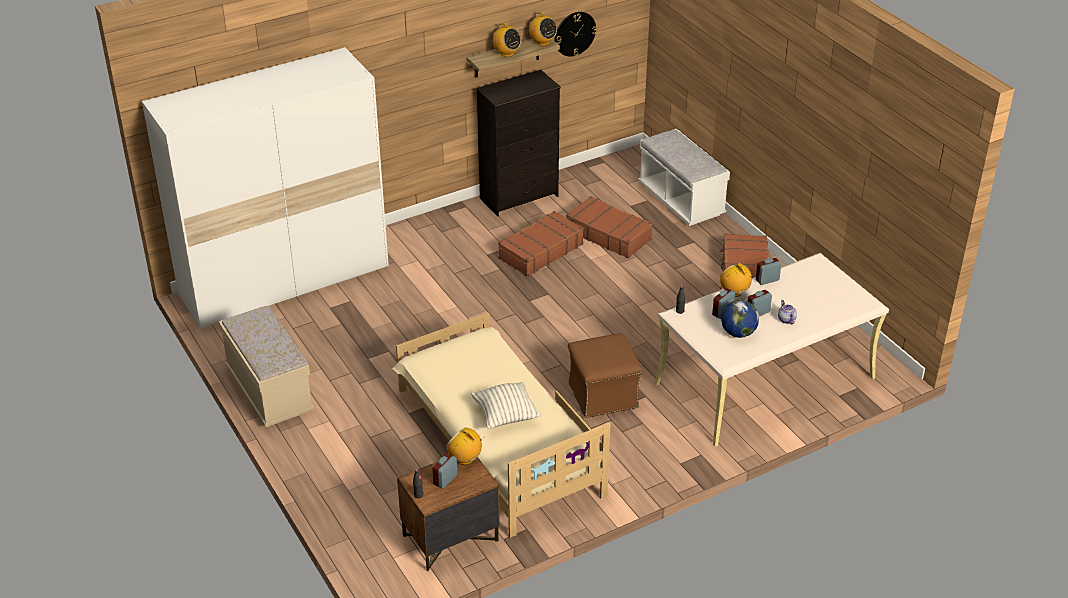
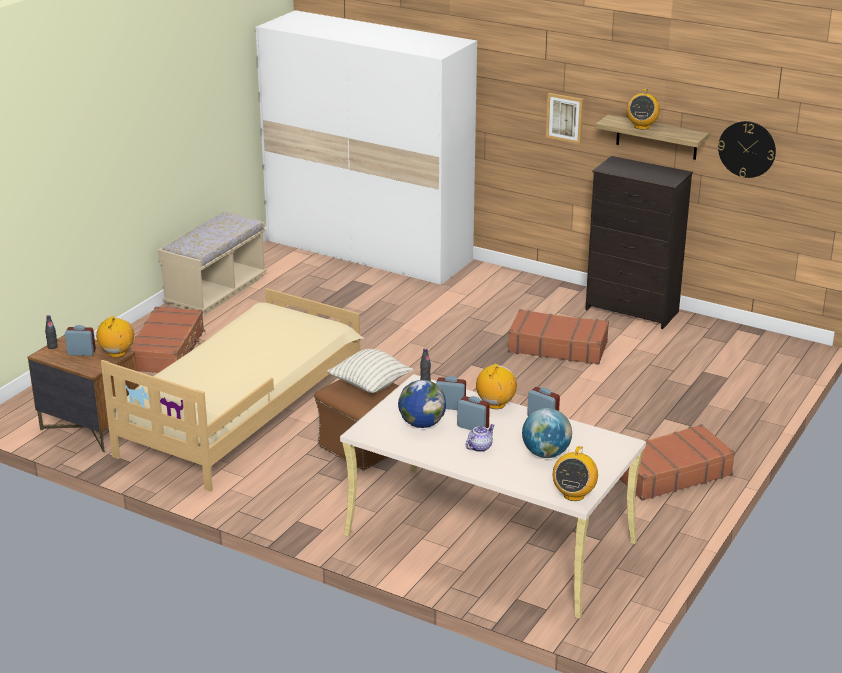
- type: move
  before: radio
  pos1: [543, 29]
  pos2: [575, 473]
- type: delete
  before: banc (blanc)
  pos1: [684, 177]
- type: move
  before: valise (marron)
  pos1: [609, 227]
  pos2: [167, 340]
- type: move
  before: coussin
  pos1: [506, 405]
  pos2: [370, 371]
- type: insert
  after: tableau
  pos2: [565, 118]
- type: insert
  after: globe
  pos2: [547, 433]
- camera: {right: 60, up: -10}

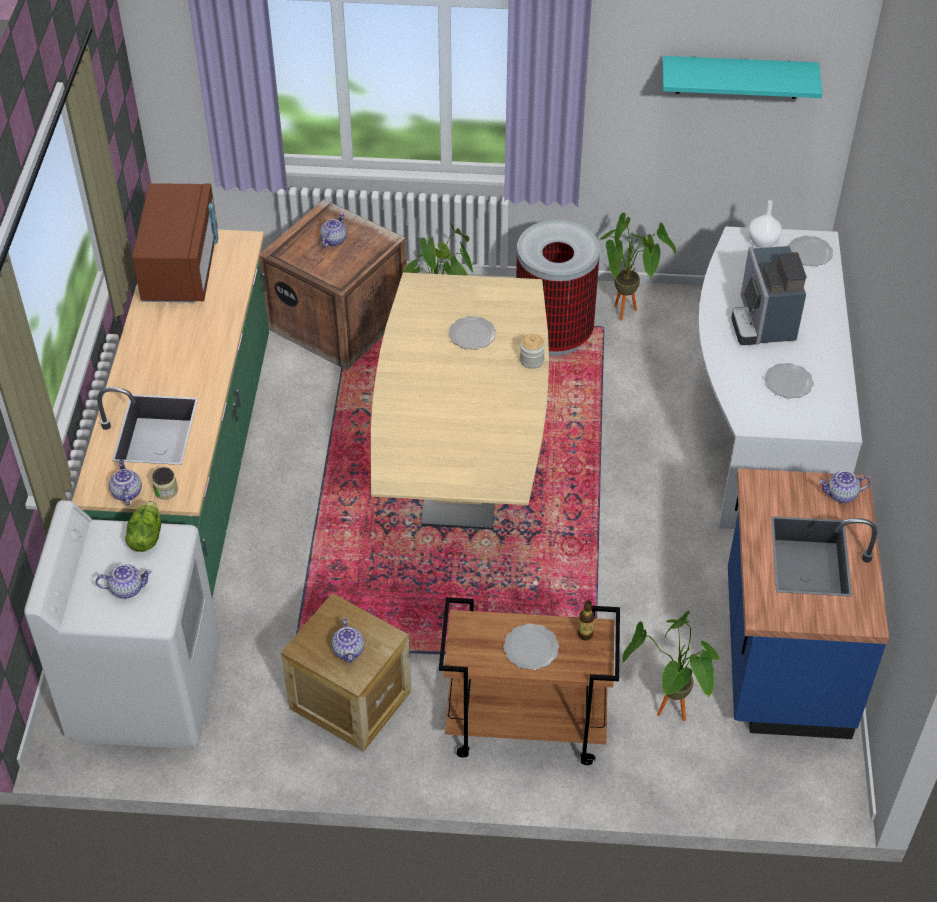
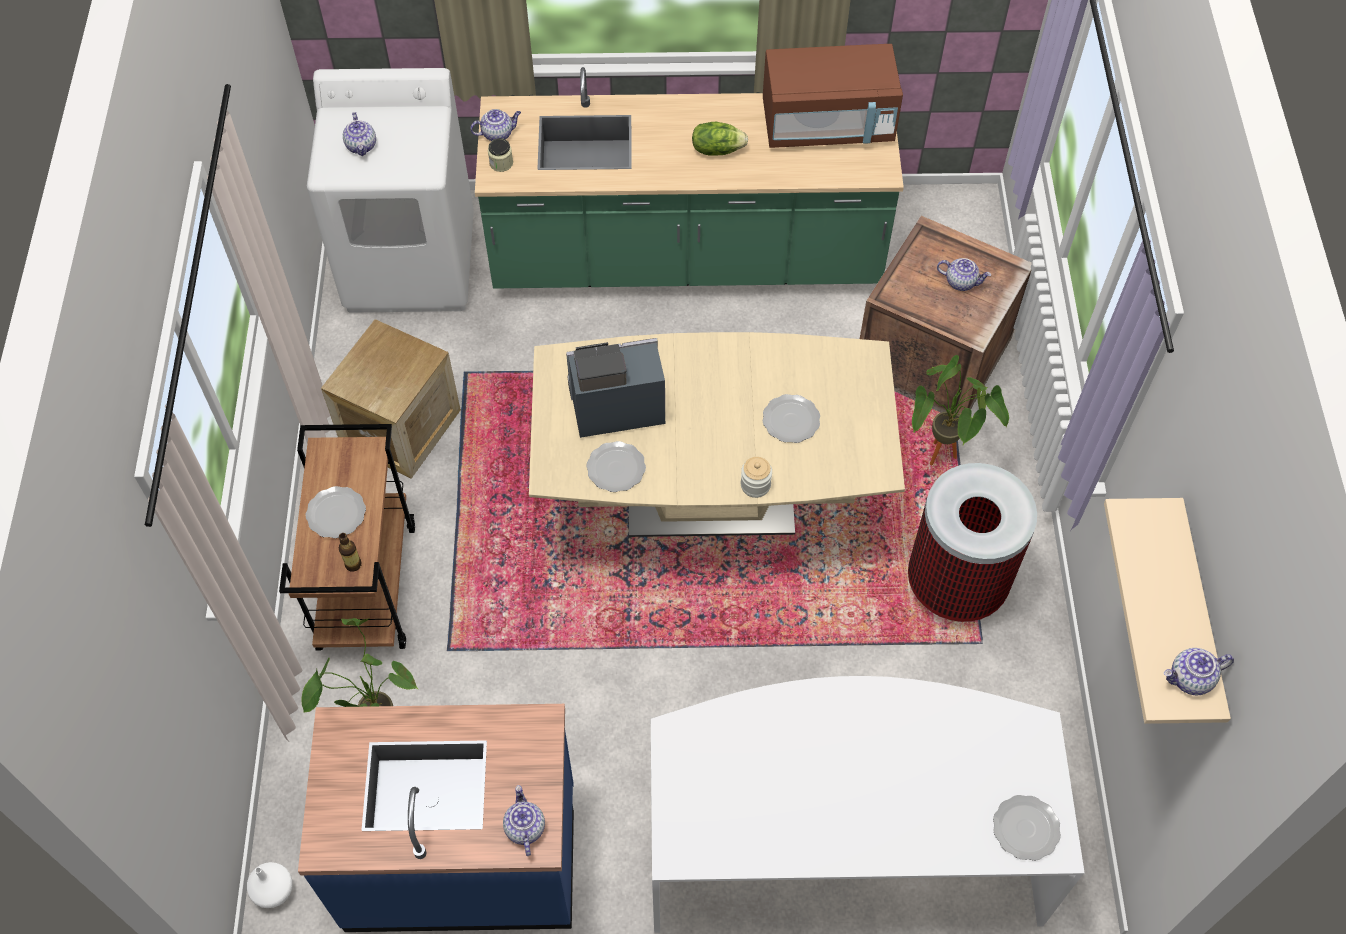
- type: recolor
  before: étagère (turquoise)
  after: étagère (beige)
  pos1: [743, 77]
  pos2: [1167, 611]
- type: move
  before: vase (blanc)
  pos1: [765, 224]
  pos2: [270, 885]
- type: delete
  before: plante en pot
  pos1: [638, 266]
- type: move
  before: machine à café
  pos1: [769, 295]
  pos2: [615, 388]
- type: move
  before: assiette
  pos1: [789, 380]
  pos2: [616, 466]
- type: move
  before: laitue
  pos1: [143, 526]
  pos2: [720, 139]
- type: move
  before: théière
  pos1: [348, 640]
  pos2: [1199, 671]
- camera: {right: 85, up: 10}

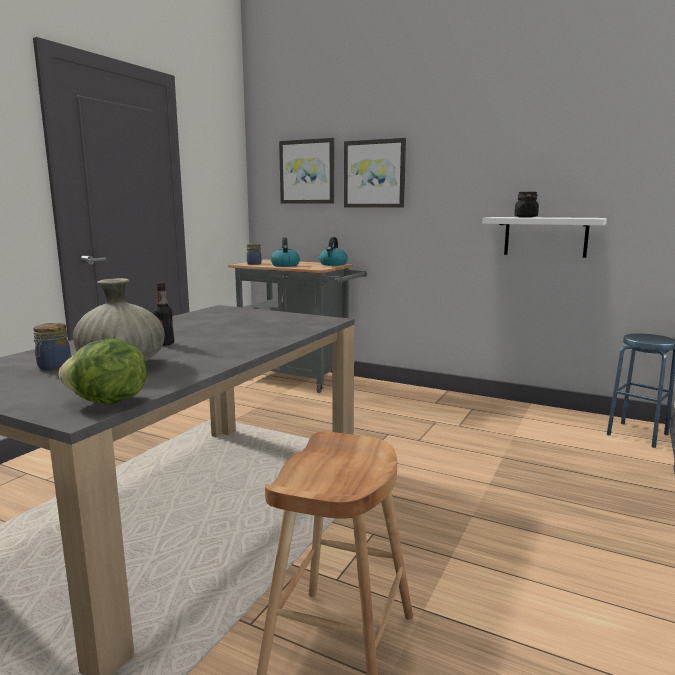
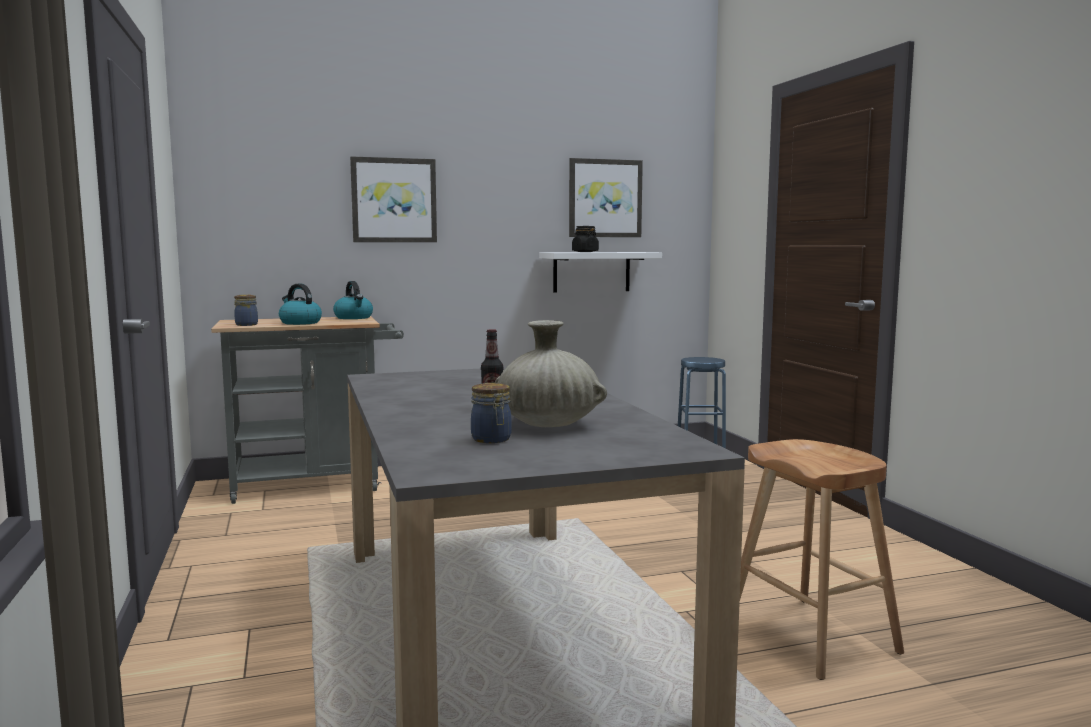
- type: move
  before: tableau
  pos1: [306, 171]
  pos2: [606, 197]
- type: delete
  before: laitue
  pos1: [103, 372]
- camera: {right: -45, up: -5}

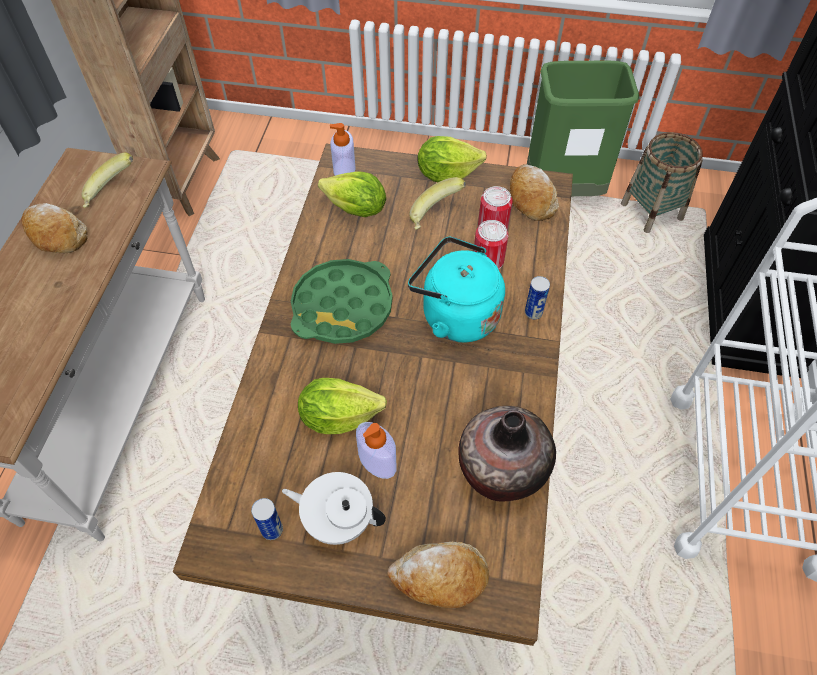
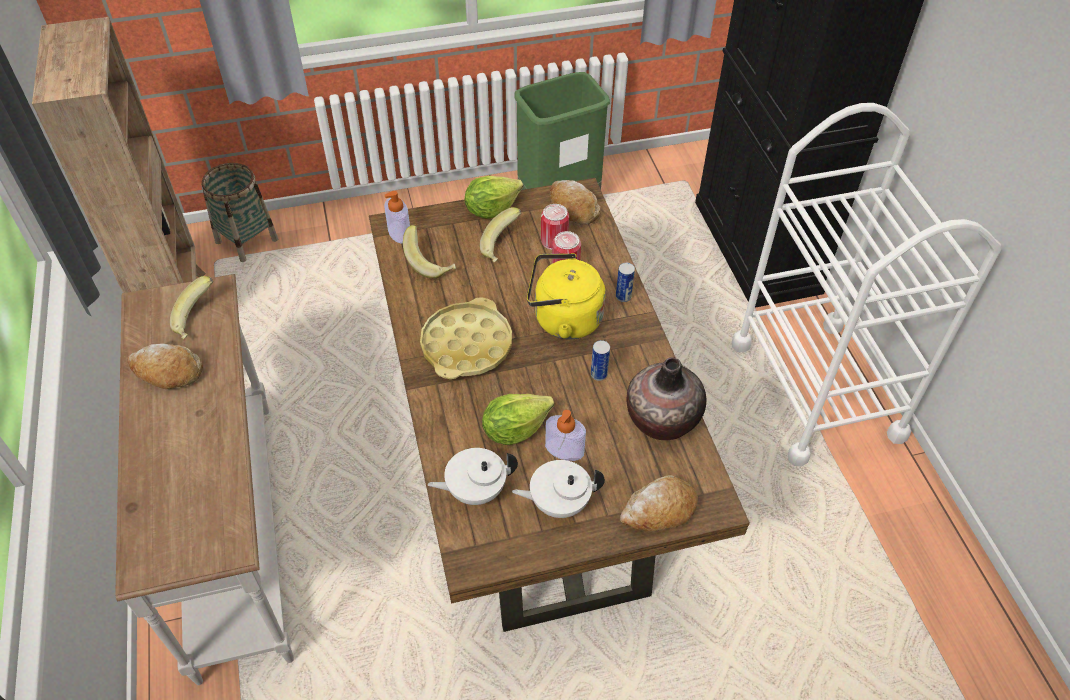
- type: move
  before: panier
  pos1: [662, 182]
  pos2: [239, 212]
- type: replace
  before: laitue
  after: banane
  pos1: [352, 194]
  pos2: [429, 252]
- type: recolor
  before: bouilloire (turquoise)
  after: bouilloire (jaune)
  pos1: [456, 289]
  pos2: [566, 296]
- type: recolor
  before: plateau (vert)
  after: plateau (jaune)
  pos1: [341, 301]
  pos2: [466, 338]
- type: move
  before: boîte métallique
  pos1: [267, 519]
  pos2: [600, 360]
- type: insert
  after: théière (blanc)
  pos2: [472, 476]
- camera: {right: -25, up: -5}

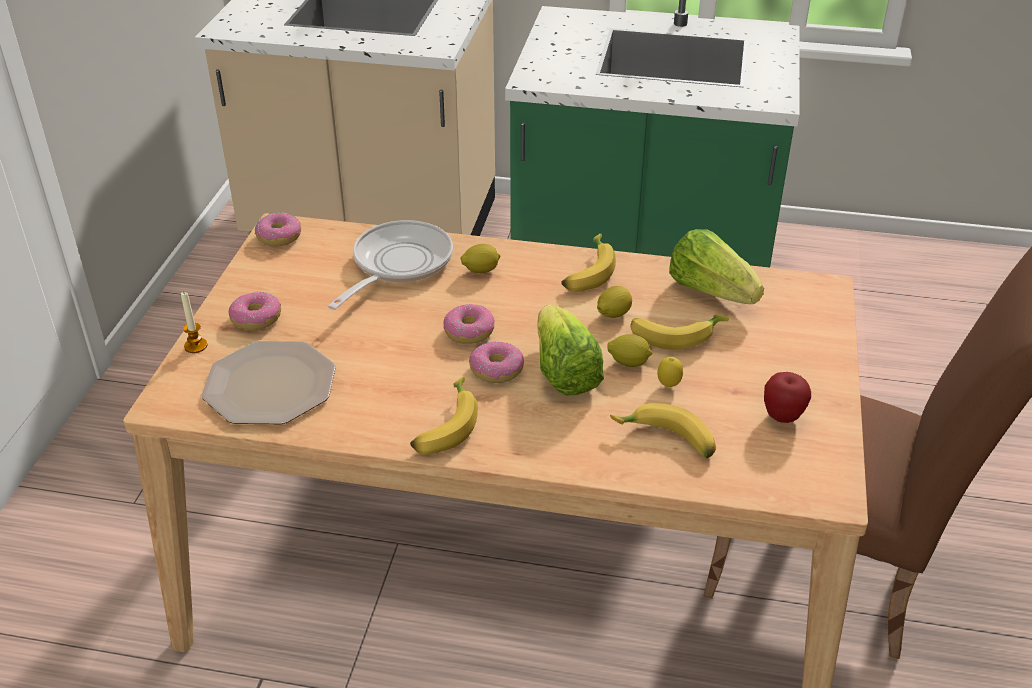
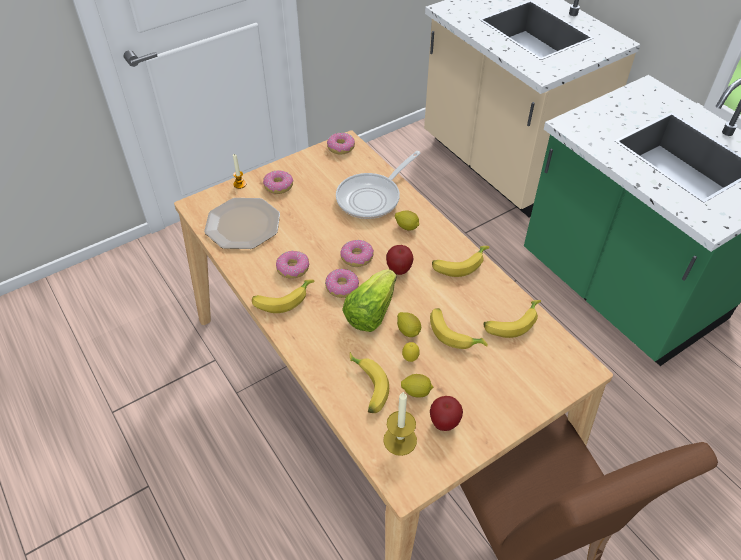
- type: rotate
  before: poêle
  pos1: [390, 265]
  pos2: [378, 185]
  turn: 150
- type: replace
  before: laitue
  after: banane
  pos1: [716, 266]
  pos2: [512, 319]
- type: move
  before: citron
  pos1: [614, 302]
  pos2: [417, 386]
- type: insert
  after: pomme
  pos2: [399, 260]
- type: insert
  after: beignet
  pos2: [293, 265]
- type: insert
  after: bougie
  pos2: [400, 423]
- camera: {right: 45, up: 10}

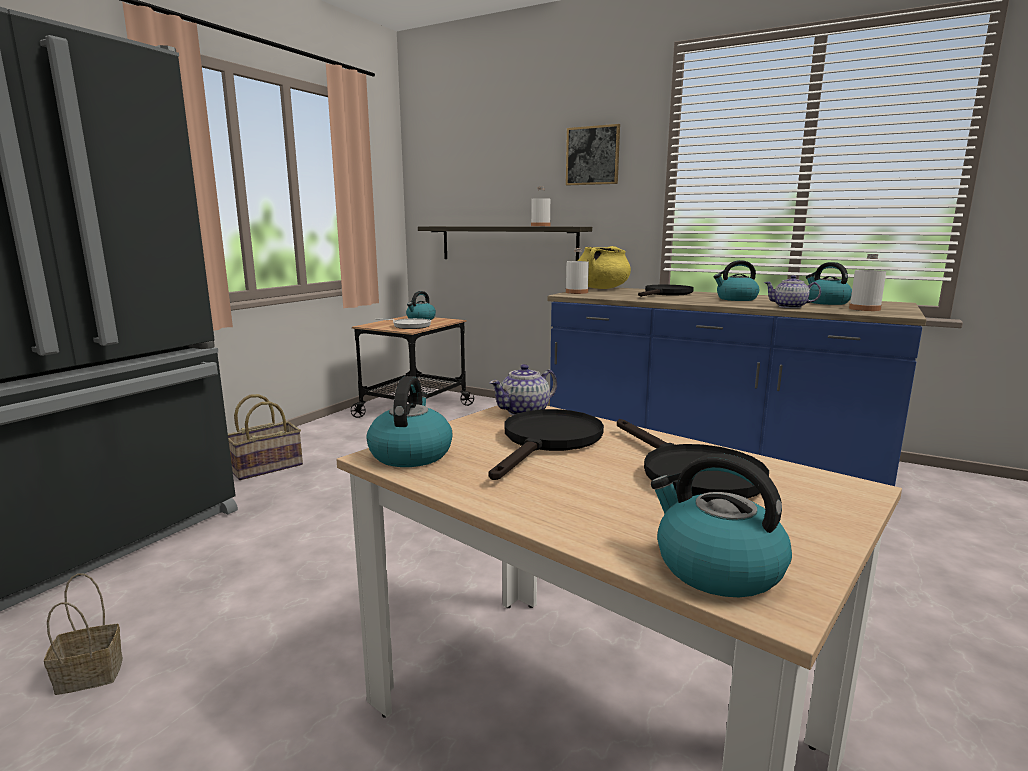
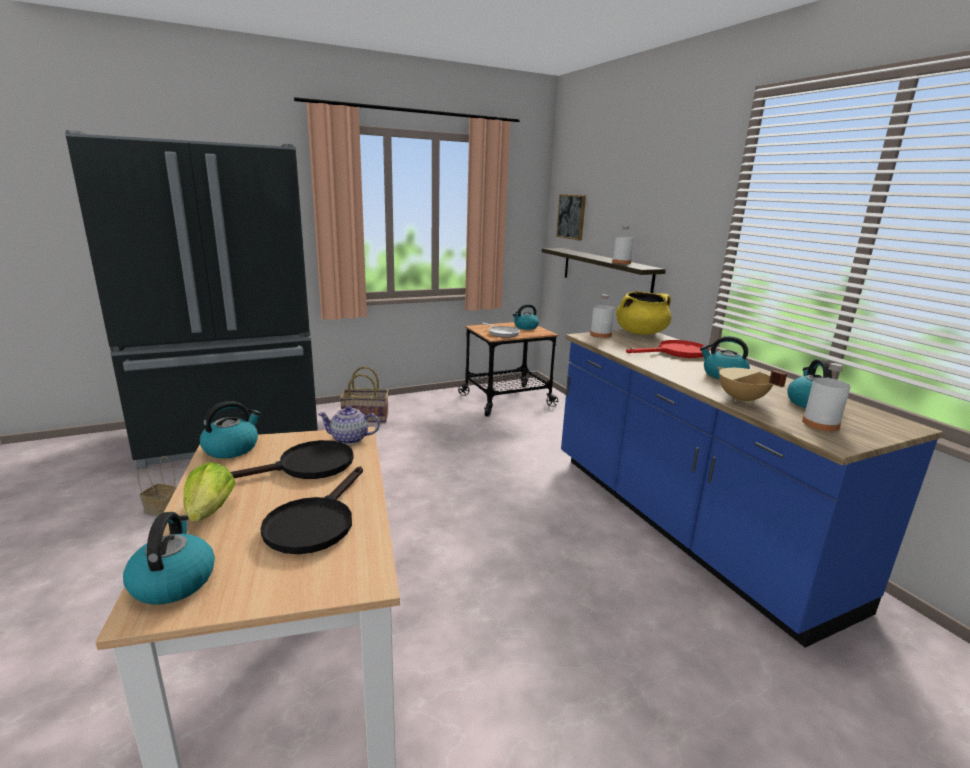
- type: move
  before: tableau
  pos1: [593, 154]
  pos2: [571, 217]
- type: replace
  before: théière
  after: marmite (beige)
  pos1: [792, 291]
  pos2: [752, 385]
- type: recolor
  before: poêle (noir)
  after: poêle (rouge)
  pos1: [666, 291]
  pos2: [668, 349]
- type: insert
  after: laitue
  pos2: [209, 491]
- camera: {right: 35, up: 5}

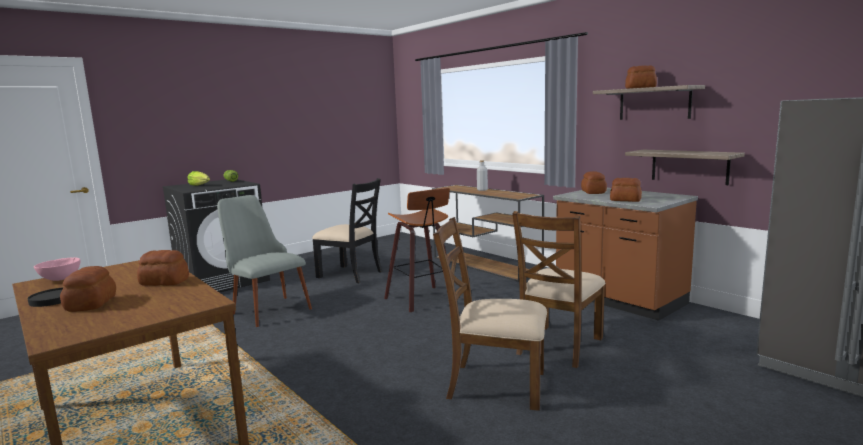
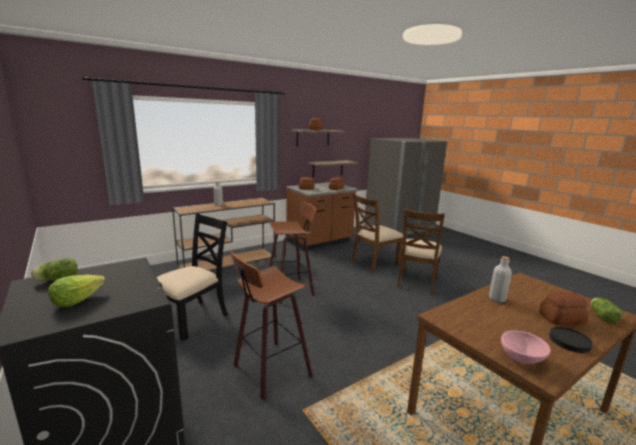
- type: replace
  before: chaise (gris)
  after: tabouret
  pos1: [264, 261]
  pos2: [271, 326]
- type: rotate
  before: chaise (marron)
  pos1: [558, 289]
  pos2: [377, 233]
  turn: 105
- type: replace
  before: pain
  after: bouteille (gris)
  pos1: [163, 268]
  pos2: [500, 279]
- type: insert
  after: laitue
  pos2: [606, 310]
- camera: {right: -85, up: 5}

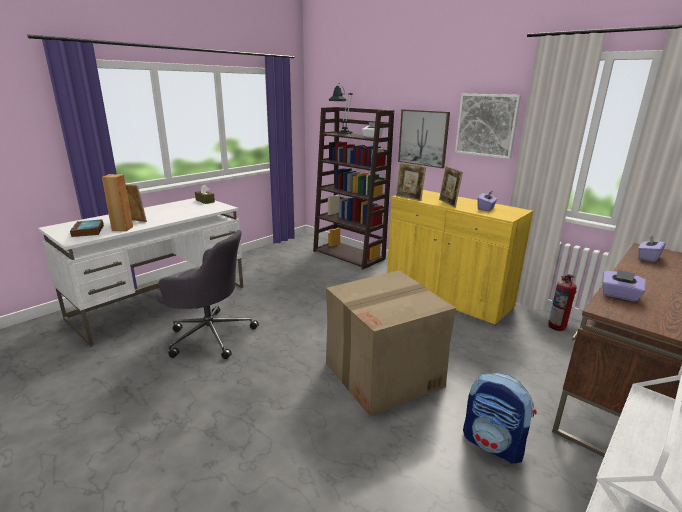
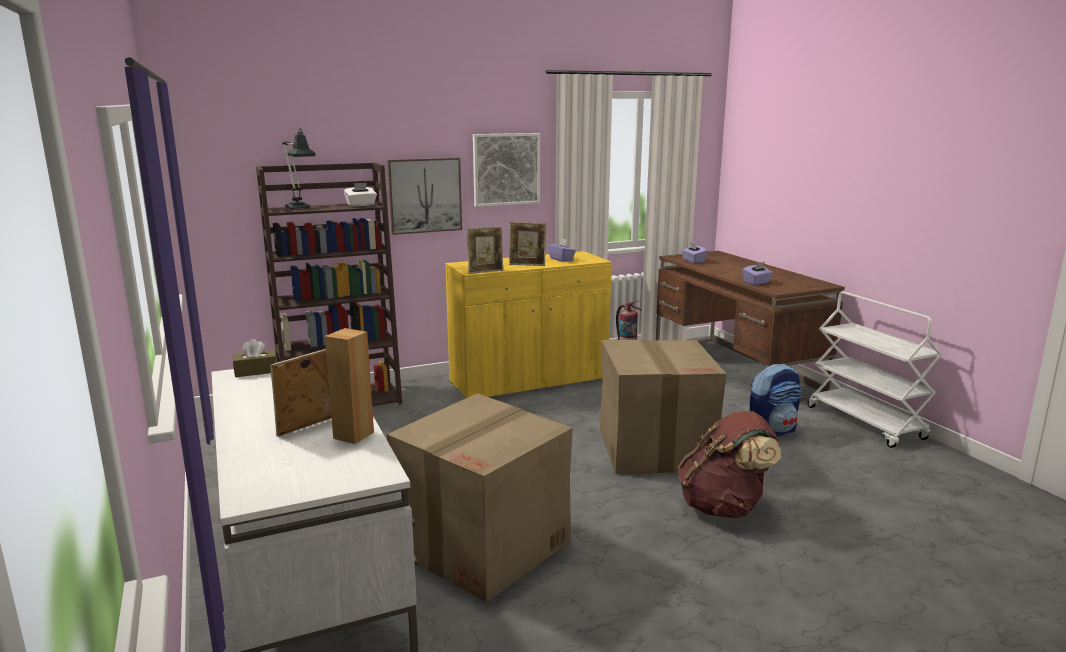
- type: delete
  before: livre
  pos1: [87, 228]
- type: replace
  before: chaise de bureau (gris)
  after: carton
  pos1: [207, 294]
  pos2: [480, 498]
- type: insert
  after: sac à dos (marron)
  pos2: [729, 464]
- camera: {right: -65, up: -5}

